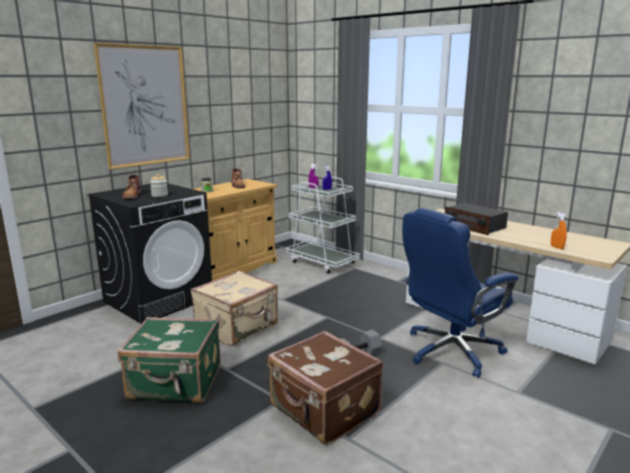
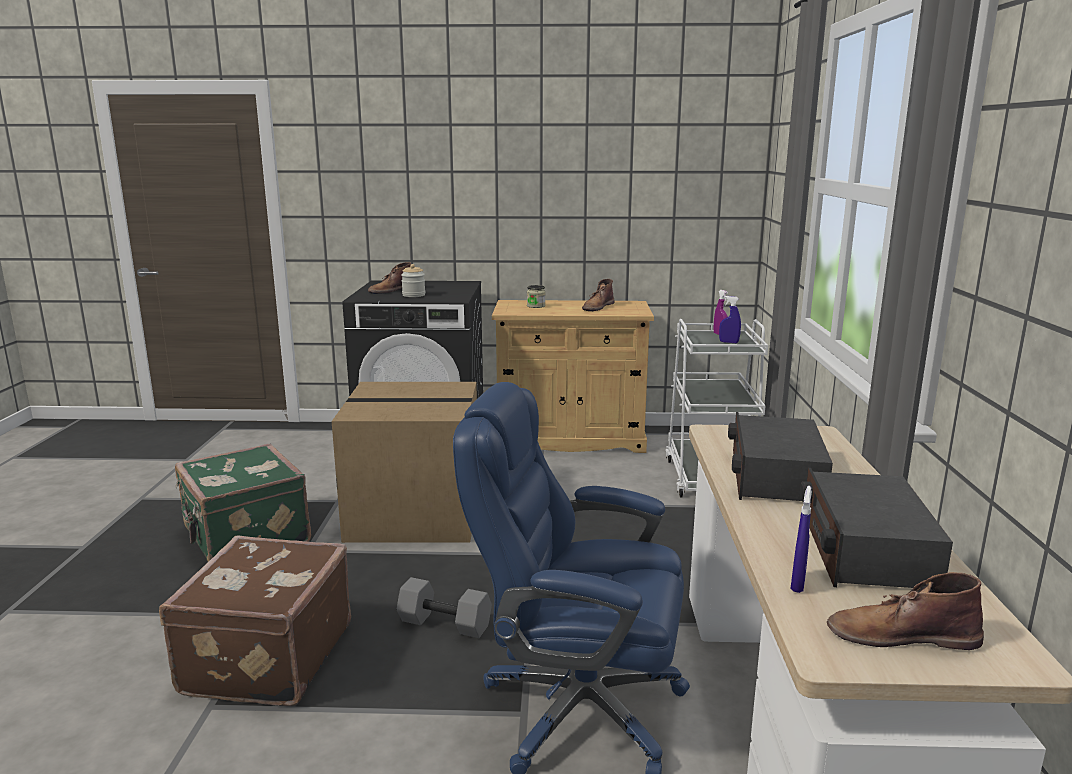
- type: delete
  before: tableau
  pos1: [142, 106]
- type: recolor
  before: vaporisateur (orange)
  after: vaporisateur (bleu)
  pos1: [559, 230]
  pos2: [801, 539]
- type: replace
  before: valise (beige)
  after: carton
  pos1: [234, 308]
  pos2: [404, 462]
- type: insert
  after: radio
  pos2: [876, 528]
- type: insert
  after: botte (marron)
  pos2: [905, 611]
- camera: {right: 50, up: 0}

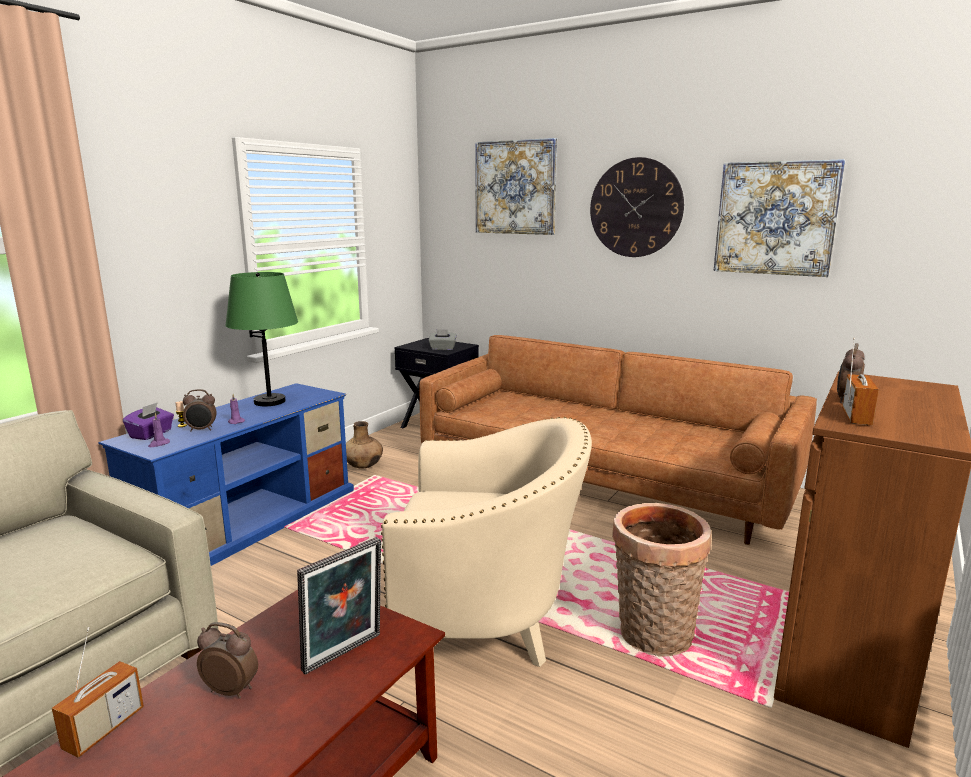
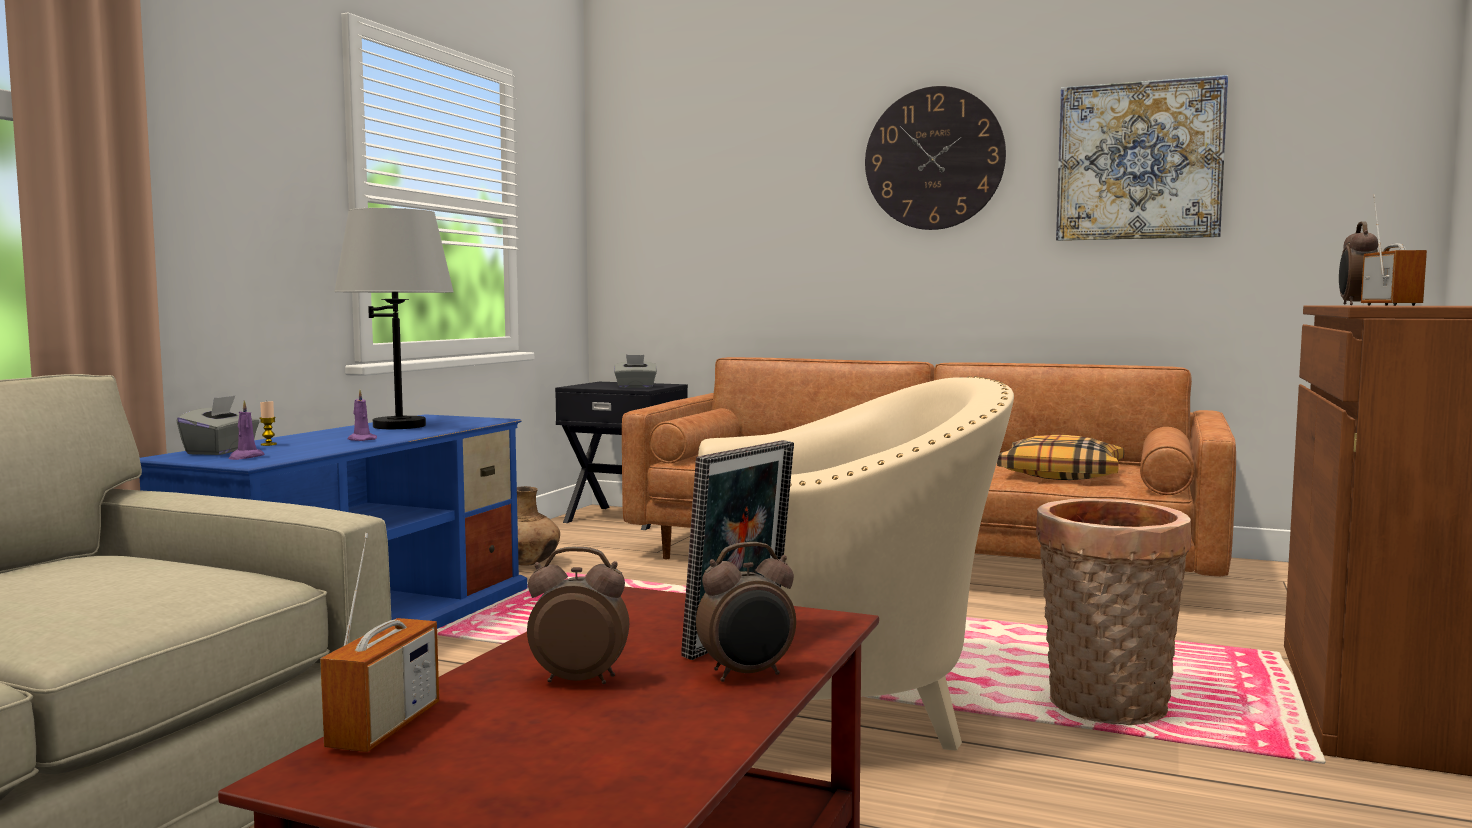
- type: delete
  before: tableau
  pos1: [516, 186]
- type: recolor
  before: lampe de table (vert)
  after: lampe de table (gris)
  pos1: [261, 339]
  pos2: [394, 318]
- type: move
  before: réveil
  pos1: [200, 410]
  pos2: [746, 612]
- type: recolor
  before: boîte à mouchoirs (violet)
  after: boîte à mouchoirs (gris)
  pos1: [148, 421]
  pos2: [218, 425]
- type: insert
  after: coussin
  pos2: [1060, 457]
- camera: {right: -10, up: -10}

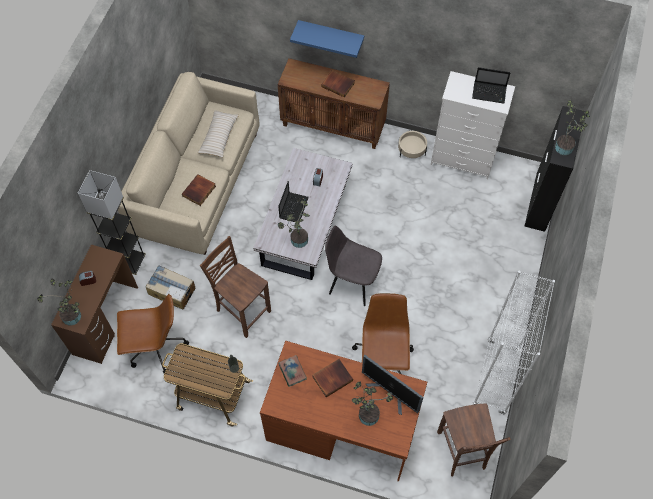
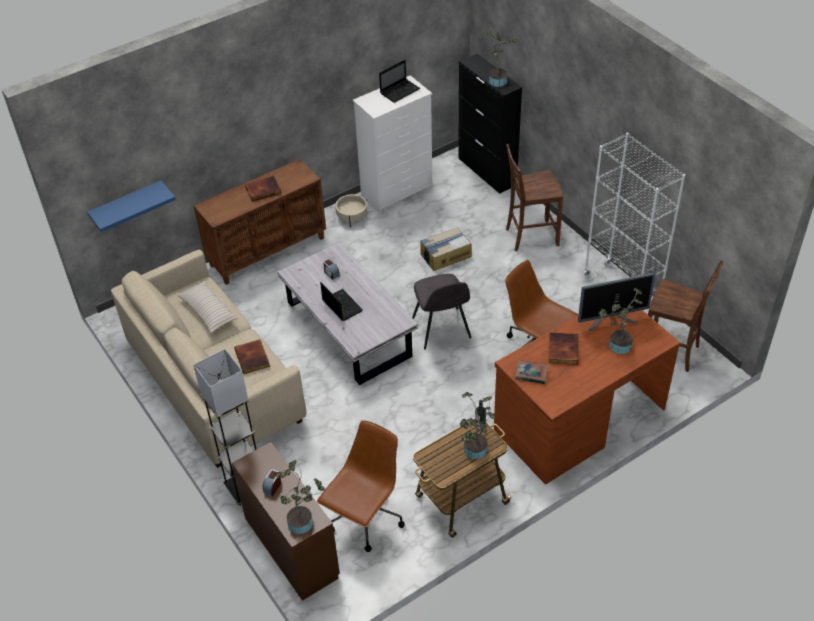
- type: move
  before: étagère (bleu)
  pos1: [327, 39]
  pos2: [131, 206]
- type: move
  before: plante en pot
  pos1: [294, 224]
  pos2: [477, 425]
- type: rotate
  before: chaise (gris)
  pos1: [353, 266]
  pos2: [441, 311]
  turn: -75
- type: move
  before: chaise (marron)
  pos1: [235, 287]
  pos2: [534, 197]
- type: move
  before: carton
  pos1: [170, 287]
  pos2: [445, 249]
- camera: {right: -50, up: -15}

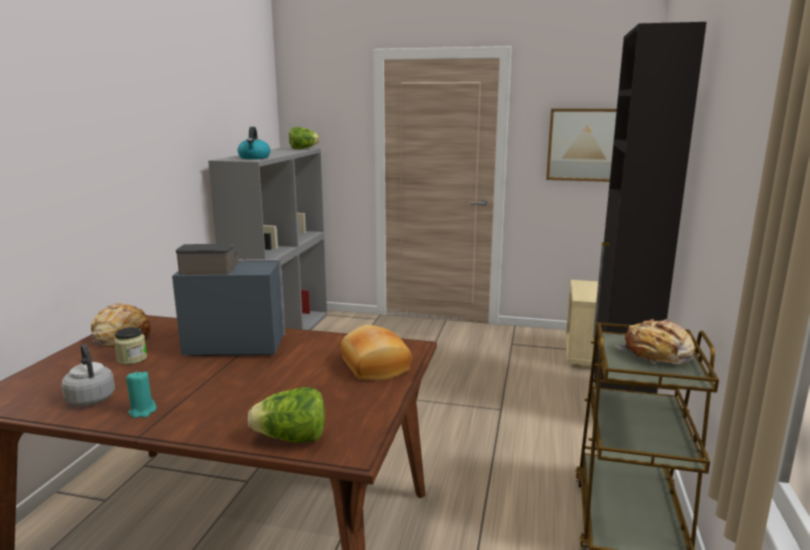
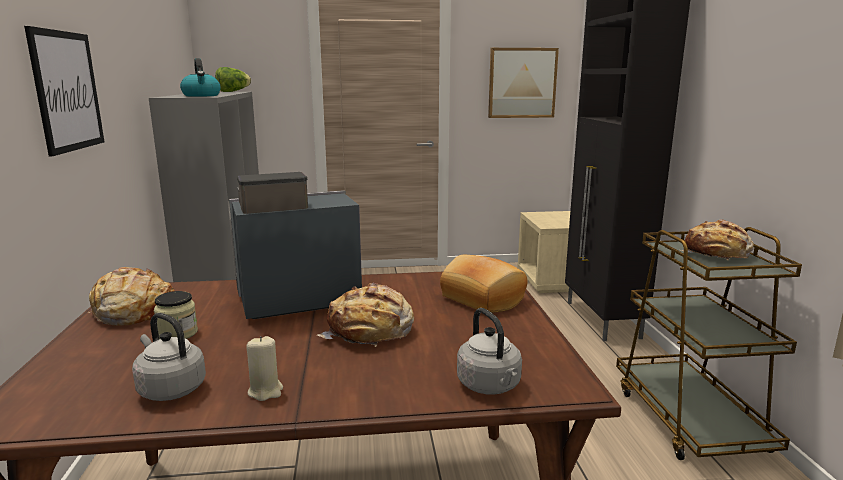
- type: recolor
  before: bougie (turquoise)
  after: bougie (beige)
  pos1: [141, 394]
  pos2: [264, 368]
- type: replace
  before: laitue
  after: bouilloire (gris)
  pos1: [286, 415]
  pos2: [489, 351]
- type: insert
  after: tableau
  pos2: [64, 91]
- type: insert
  after: pain
  pos2: [365, 314]
- camera: {right: -20, up: 0}

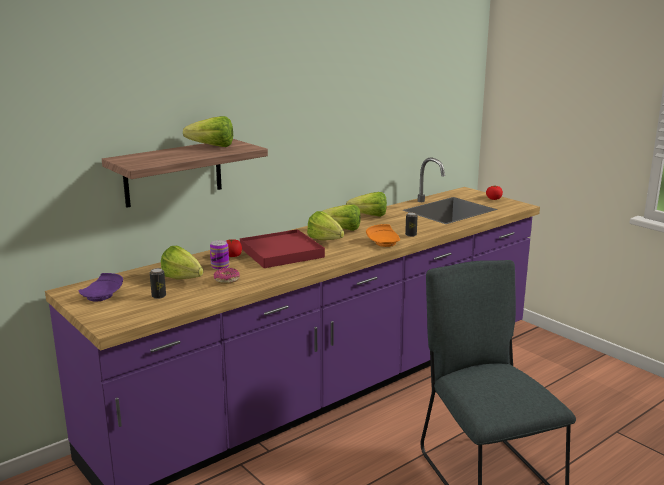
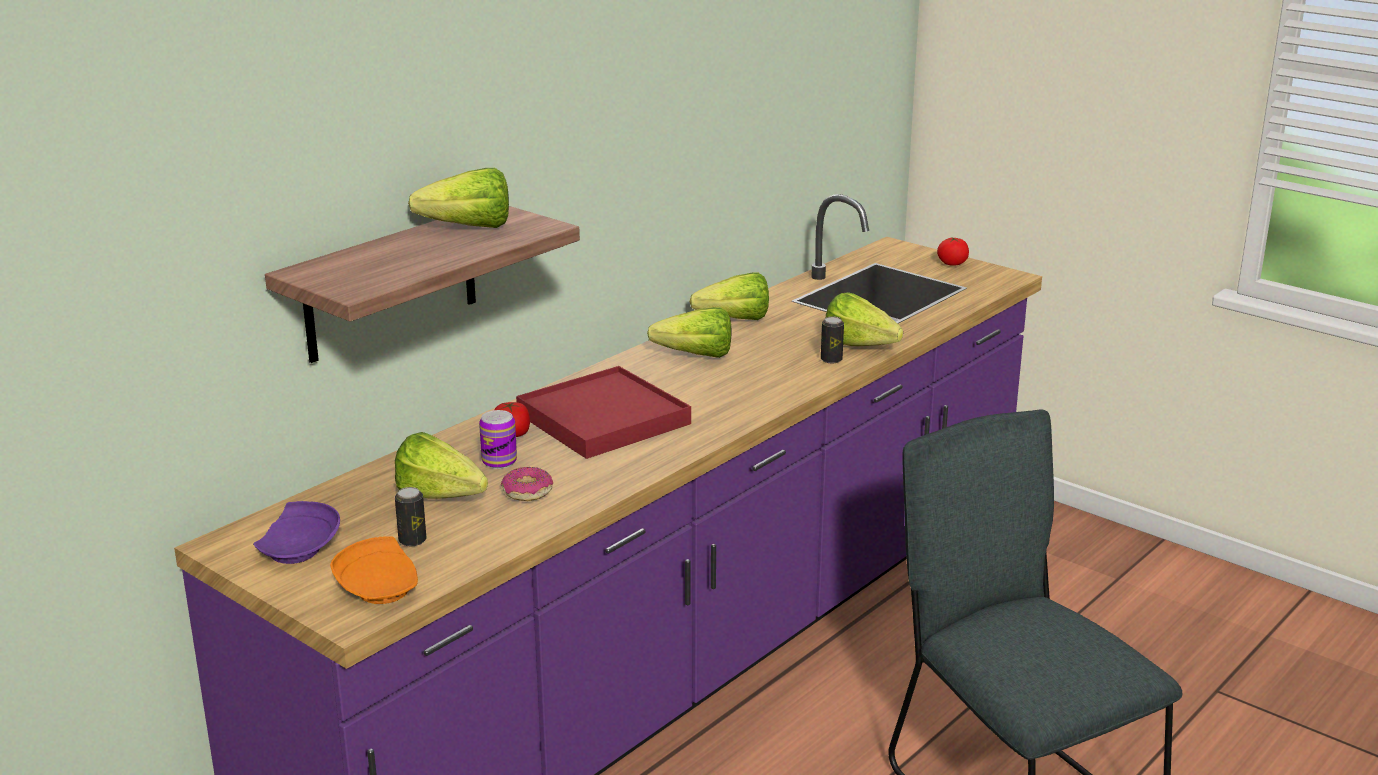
- type: move
  before: laitue
  pos1: [325, 225]
  pos2: [864, 319]
- type: move
  before: assiette (orange)
  pos1: [383, 235]
  pos2: [374, 570]
- camera: {right: -10, up: 5}

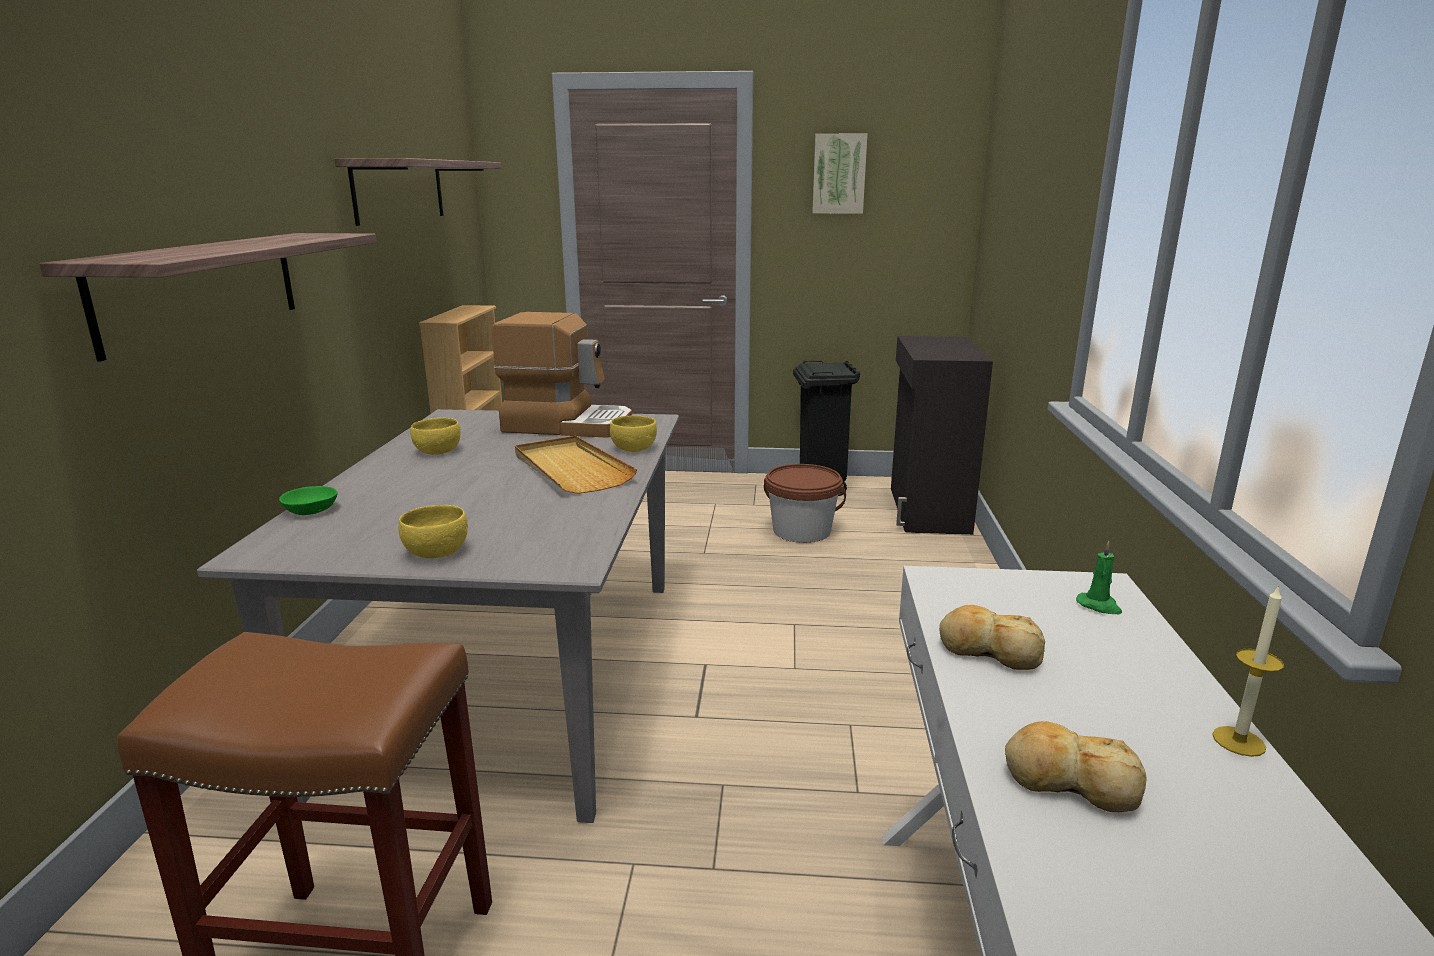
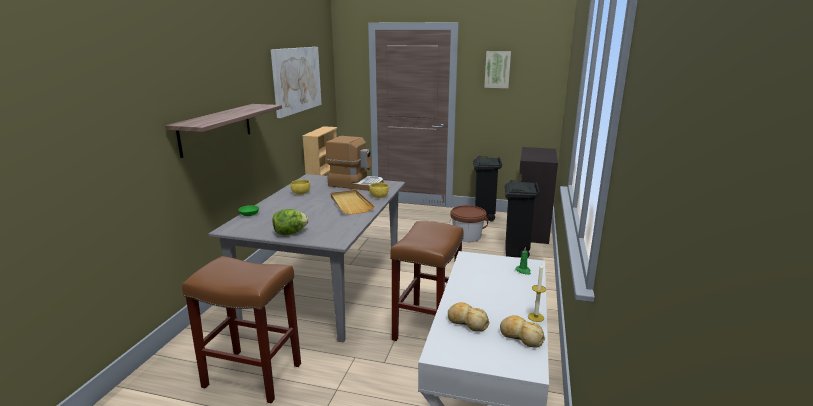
- type: replace
  before: étagère
  after: tableau
  pos1: [417, 192]
  pos2: [296, 82]
- type: replace
  before: bol (jaune)
  after: laitue
  pos1: [433, 531]
  pos2: [290, 222]
- type: move
  before: pain
  pos1: [992, 637]
  pos2: [522, 331]
- type: insert
  after: poubelle (noir)
  pos2: [522, 218]
- type: insert
  after: tabouret (marron)
  pos2: [427, 281]
- camera: {right: 10, up: 0}

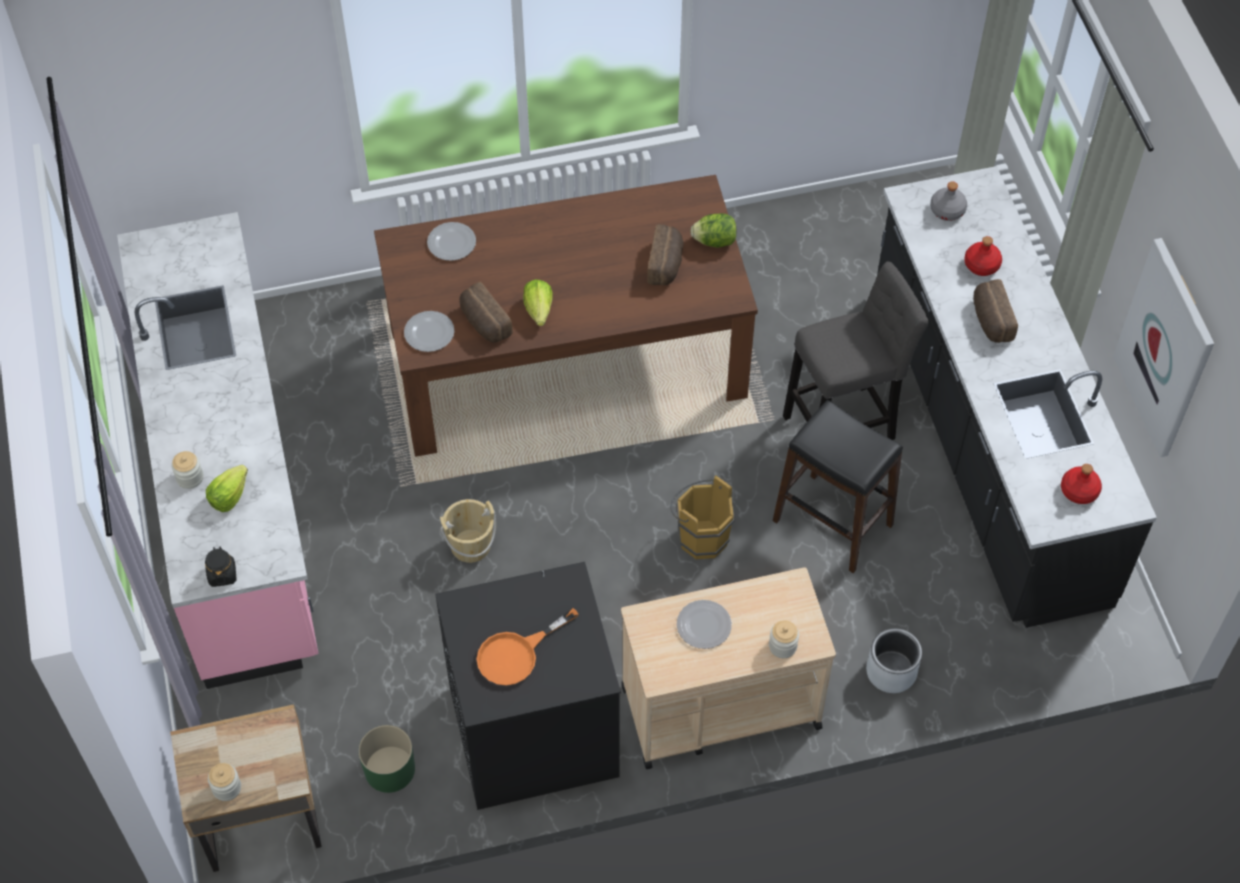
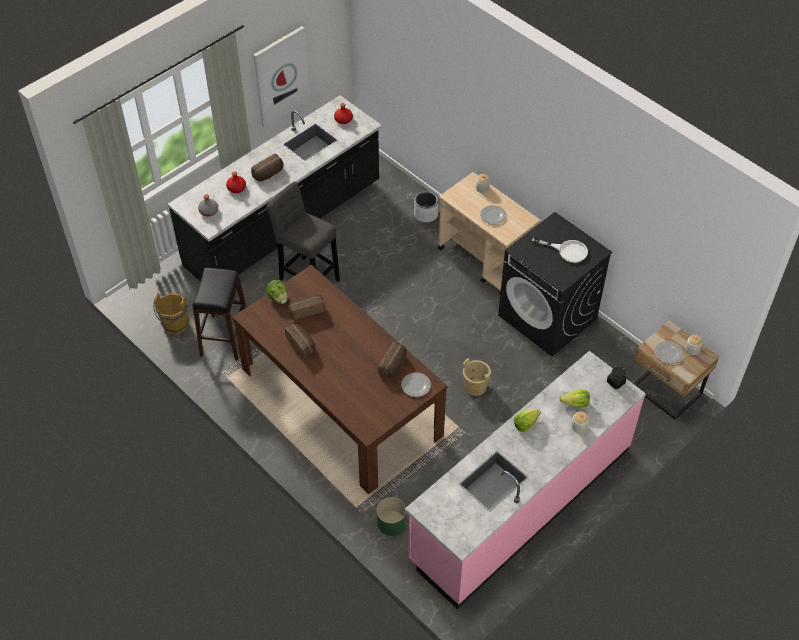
- type: move
  before: assiette
  pos1: [451, 241]
  pos2: [668, 352]
- type: move
  before: laitue
  pos1: [538, 302]
  pos2: [527, 420]
- type: move
  before: tabouret (noir)
  pos1: [838, 486]
  pos2: [219, 314]
- type: move
  before: seau (marron)
  pos1: [702, 517]
  pos2: [171, 314]
- type: recolor
  before: poêle (orange)
  after: poêle (blanc)
  pos1: [528, 647]
  pos2: [560, 250]
- type: move
  before: cache-pot (vert)
  pos1: [386, 759]
  pos2: [391, 516]
- type: insert
  after: pain
  pos2: [300, 341]
- camera: {right: -120, up: -5}

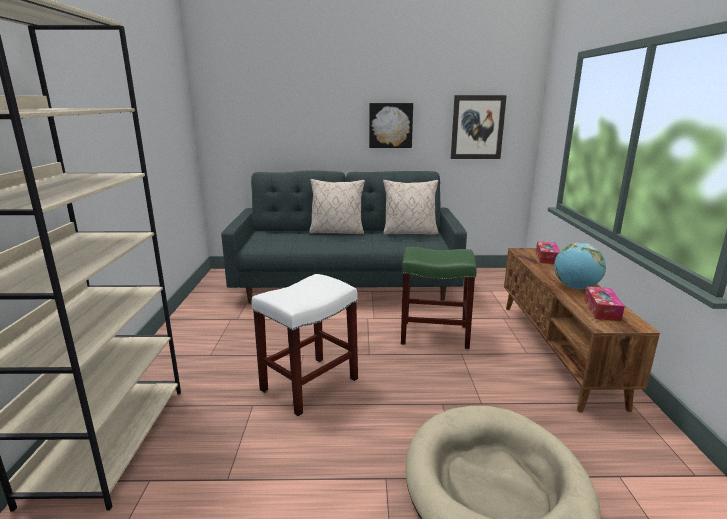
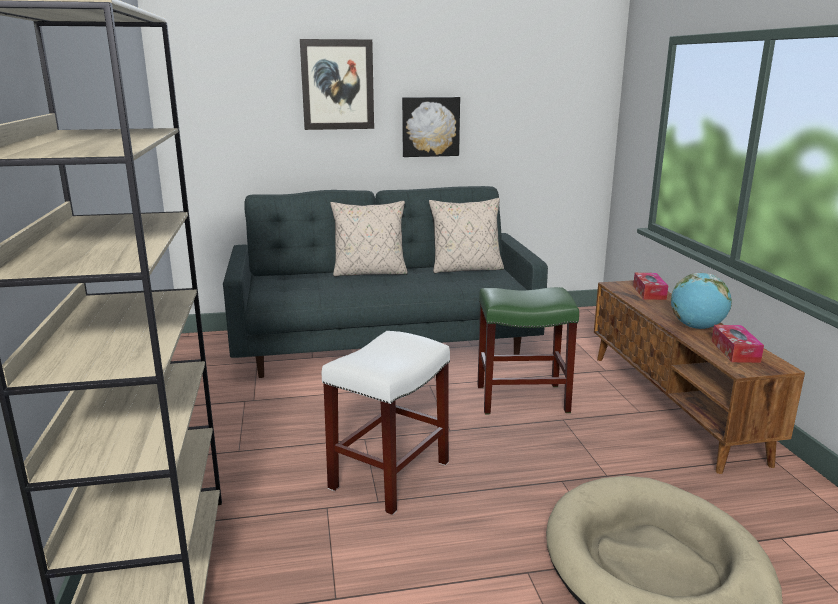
- type: move
  before: tableau
  pos1: [479, 127]
  pos2: [337, 84]
- camera: {right: -10, up: 0}

